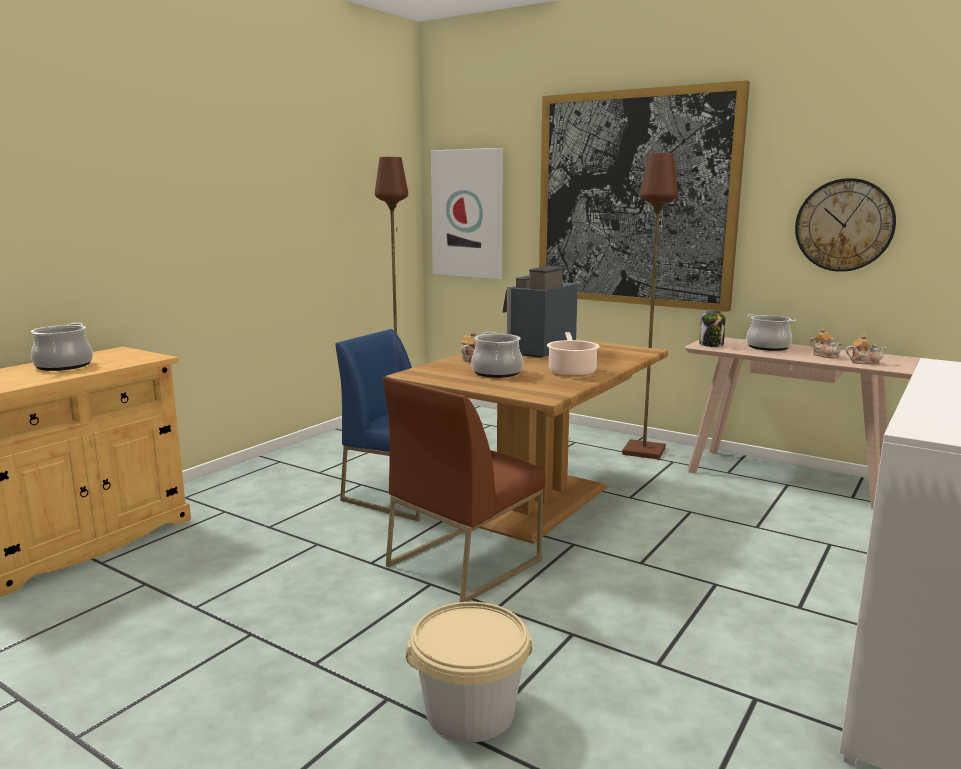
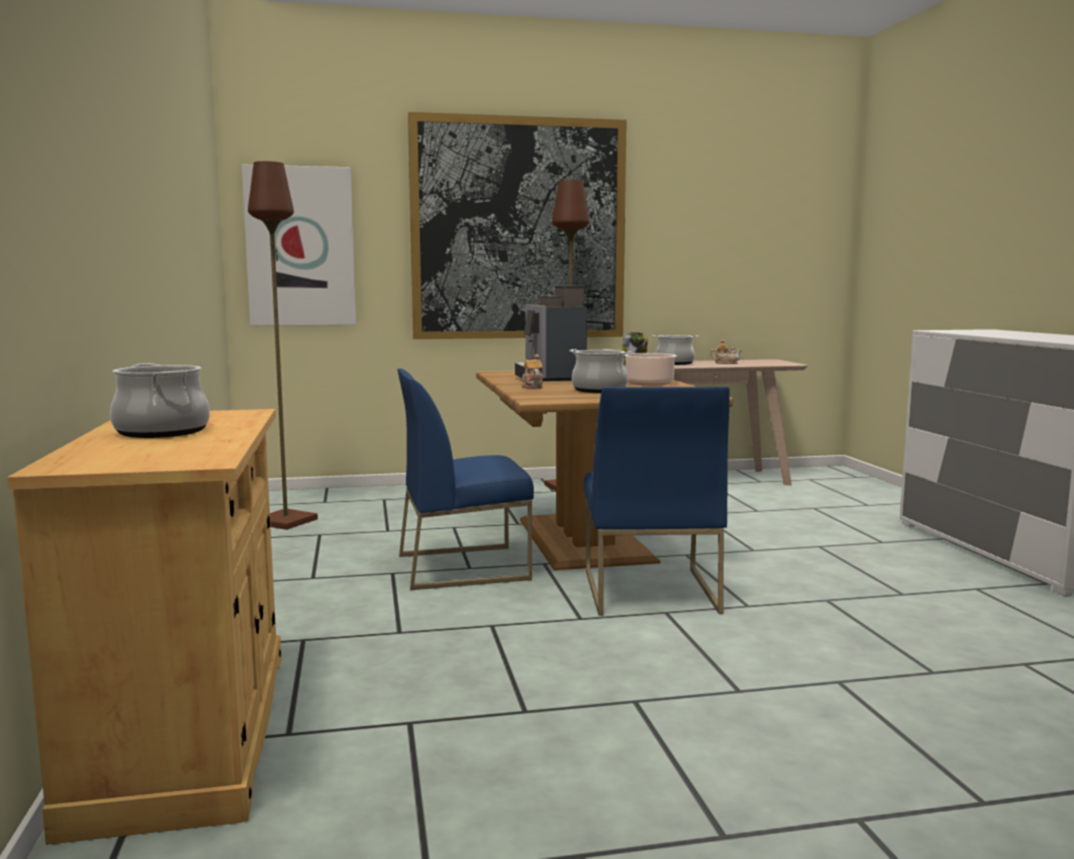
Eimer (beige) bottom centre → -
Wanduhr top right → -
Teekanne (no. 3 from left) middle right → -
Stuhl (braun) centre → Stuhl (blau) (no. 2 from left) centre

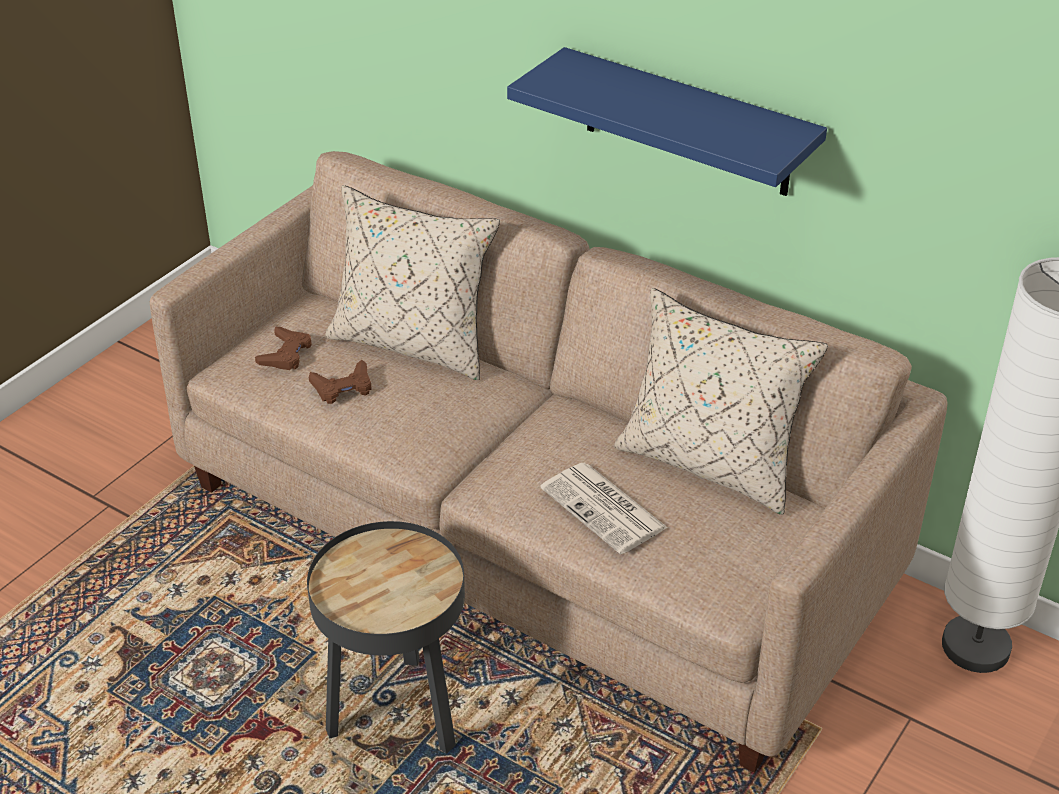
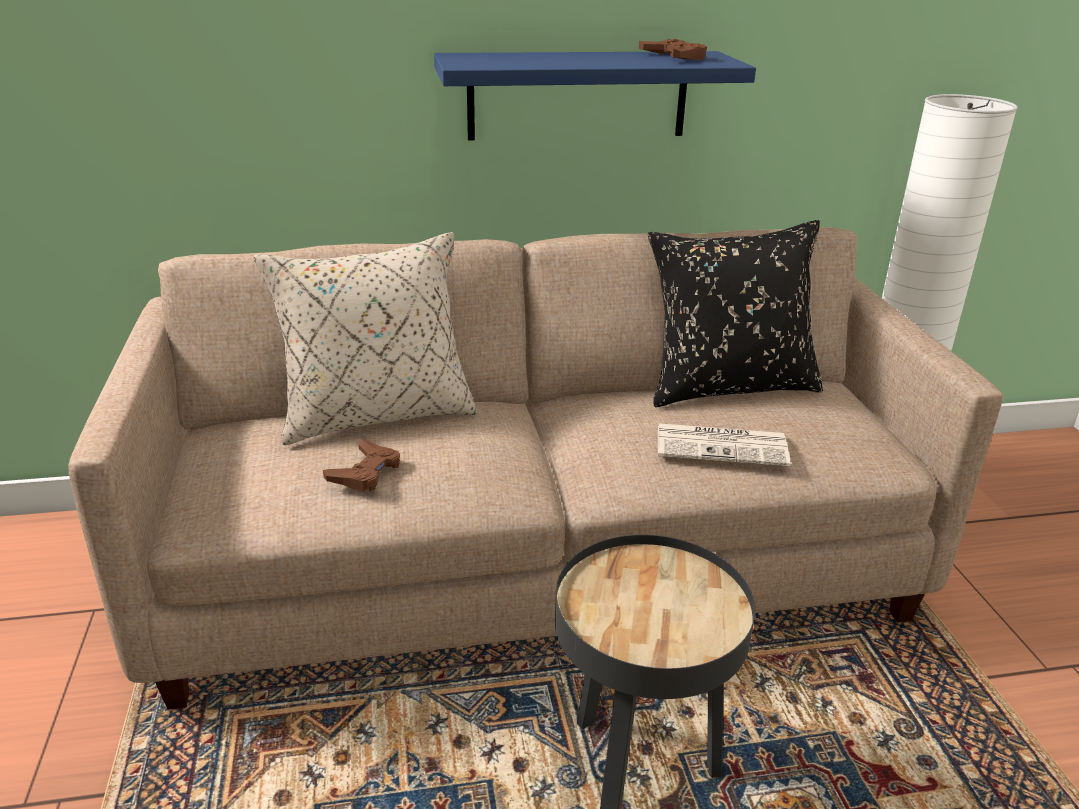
Gamepad (braun) (no. 1 from left in the first image) middle left → Gamepad (braun) (no. 2 from left) top centre, shifted
Kissen (beige) (no. 2 from left) middle right → Kissen (schwarz) middle right

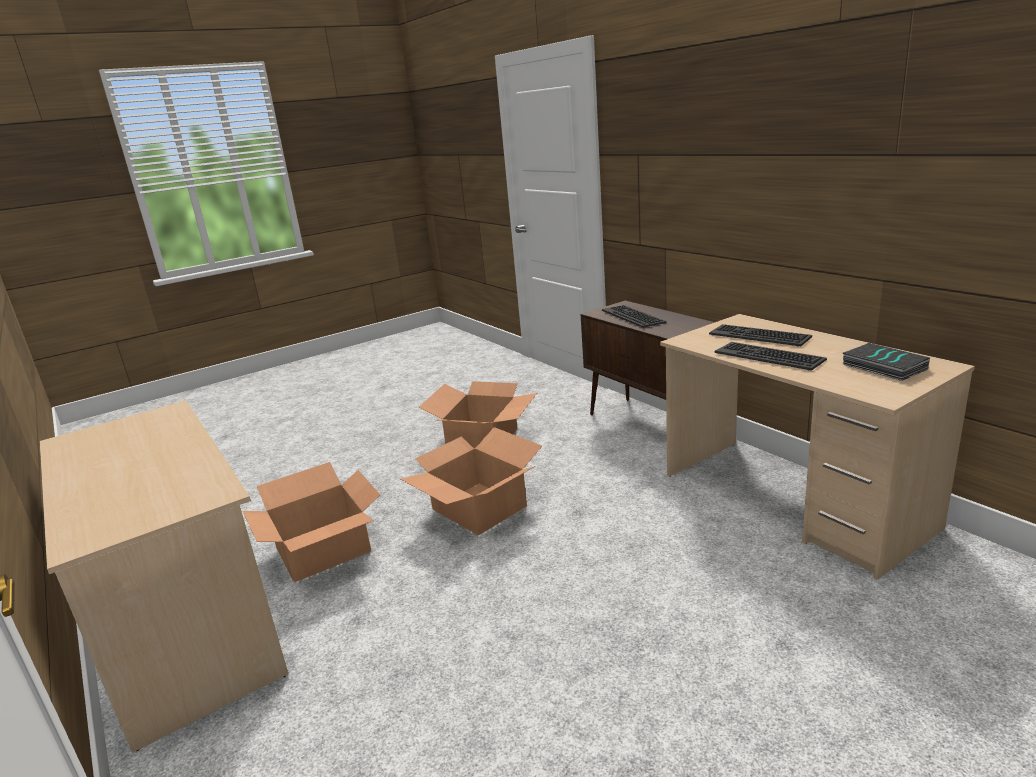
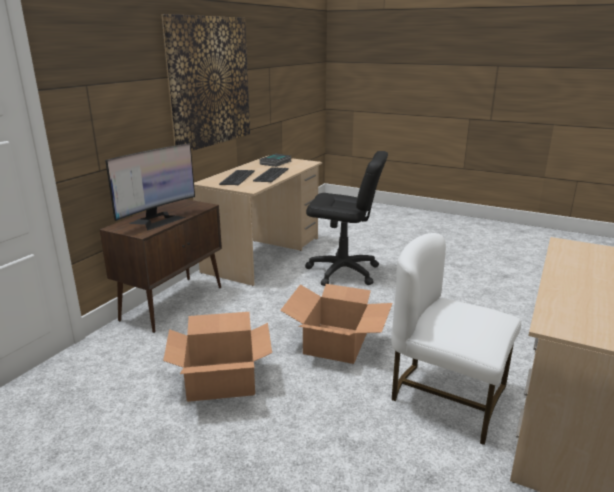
- → Bild top centre
- → Bürostuhl (schwarz) centre
Karton (no. 1 from left) bottom left → Stuhl (weiß) bottom right
Tastatur (no. 1 from left) centre → Monitor middle left

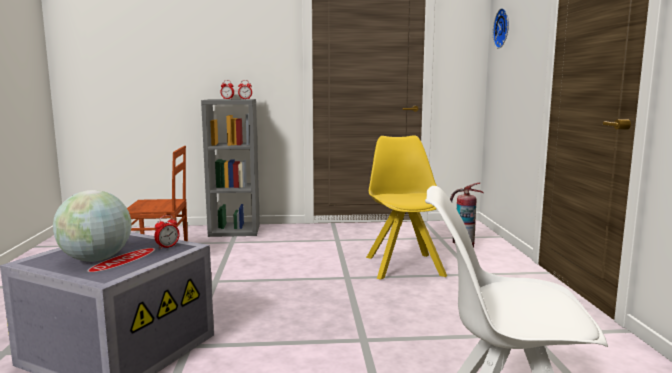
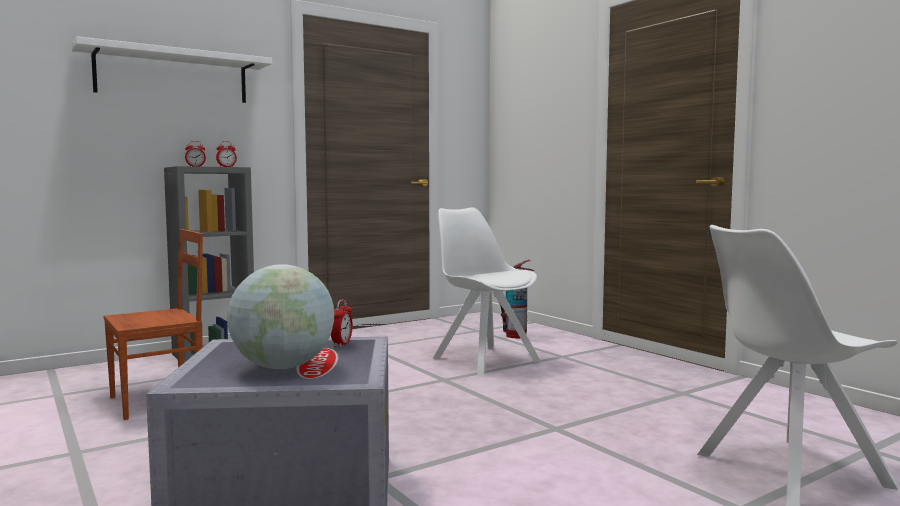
Wanduhr top right → -
- → Wandregal (weiß) top left
Stuhl (gelb) centre → Stuhl (weiß) (no. 1 from left) centre

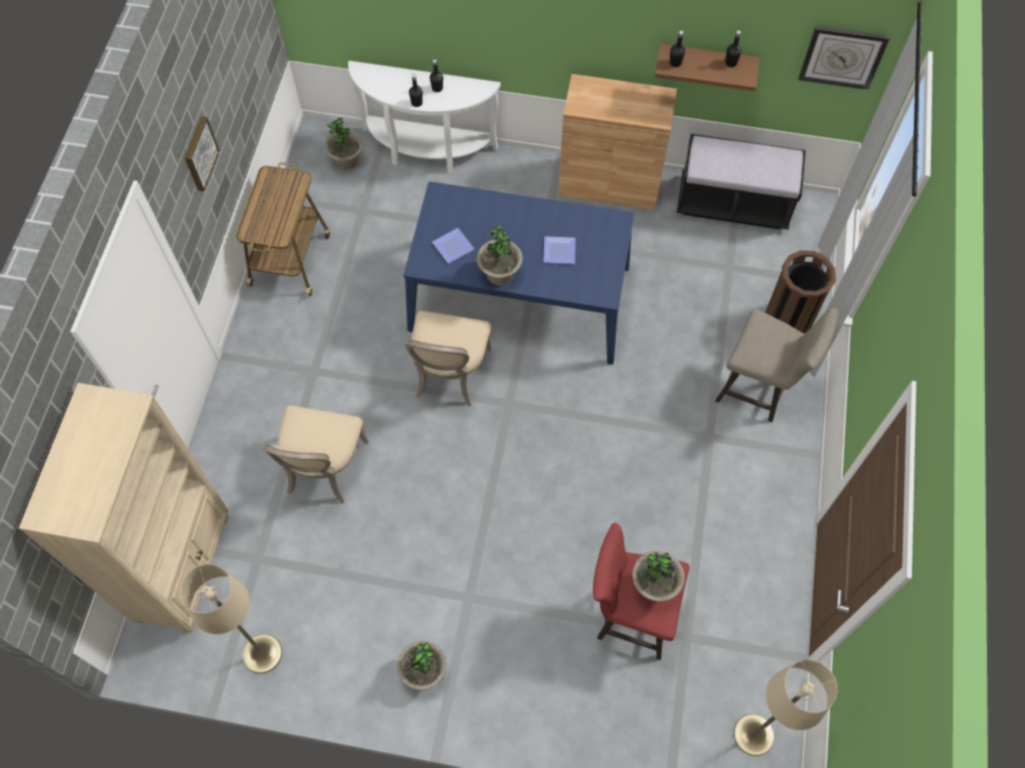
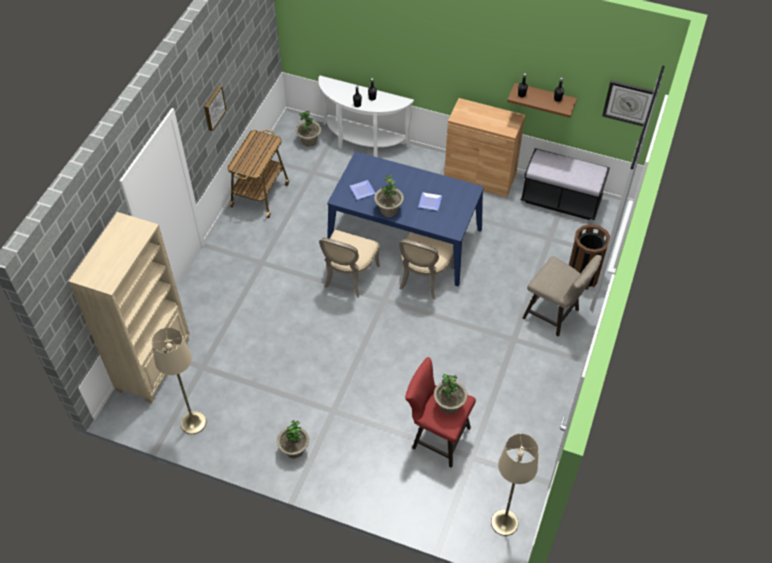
Stuhl (beige) (no. 1 from left in the first image) middle left → Stuhl (beige) (no. 2 from left) centre, shifted

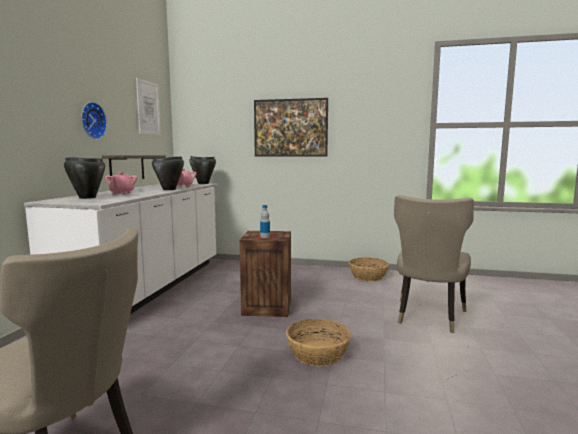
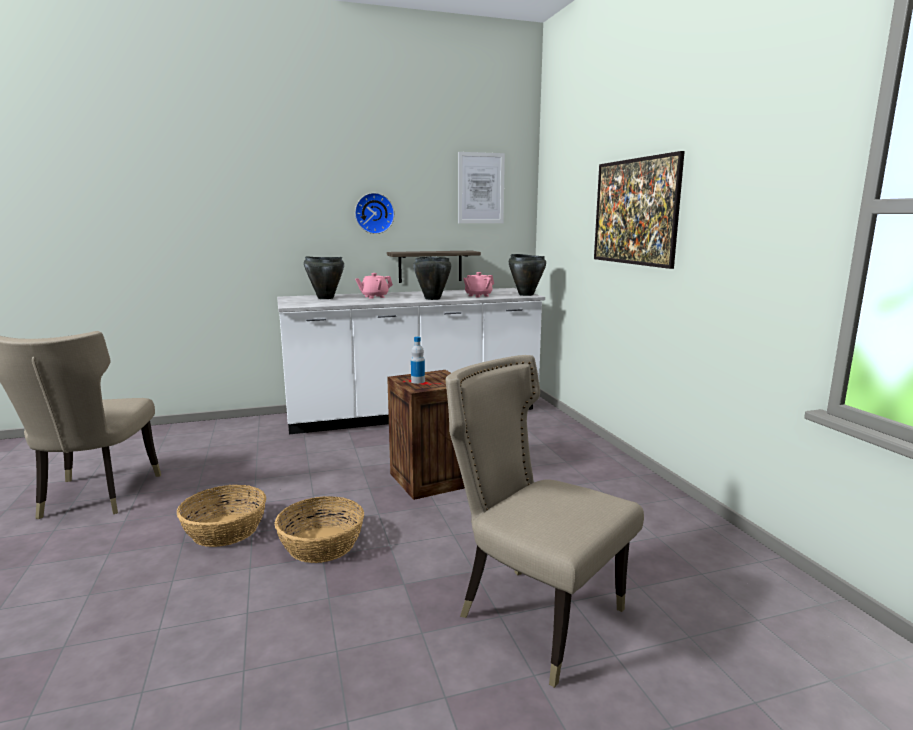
Korb (no. 2 from left in the first image) centre → Korb (no. 1 from left) bottom left, shifted
Stuhl (beige) (no. 2 from left) middle right → Stuhl (beige) (no. 2 from left) bottom centre, 45 degrees clockwise

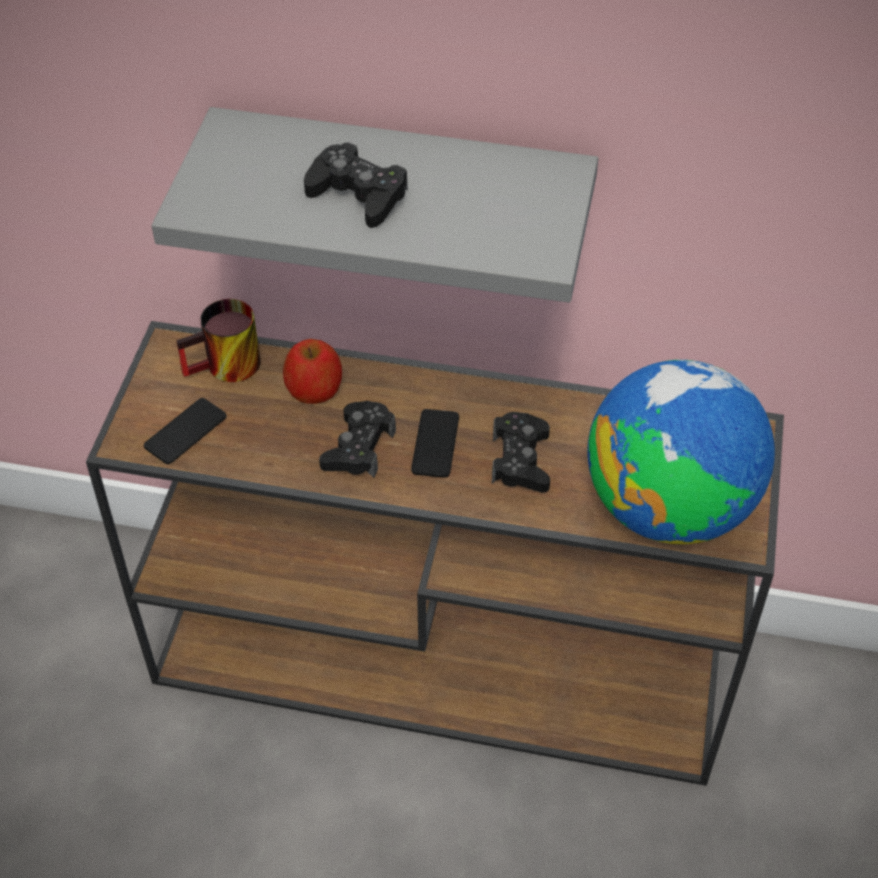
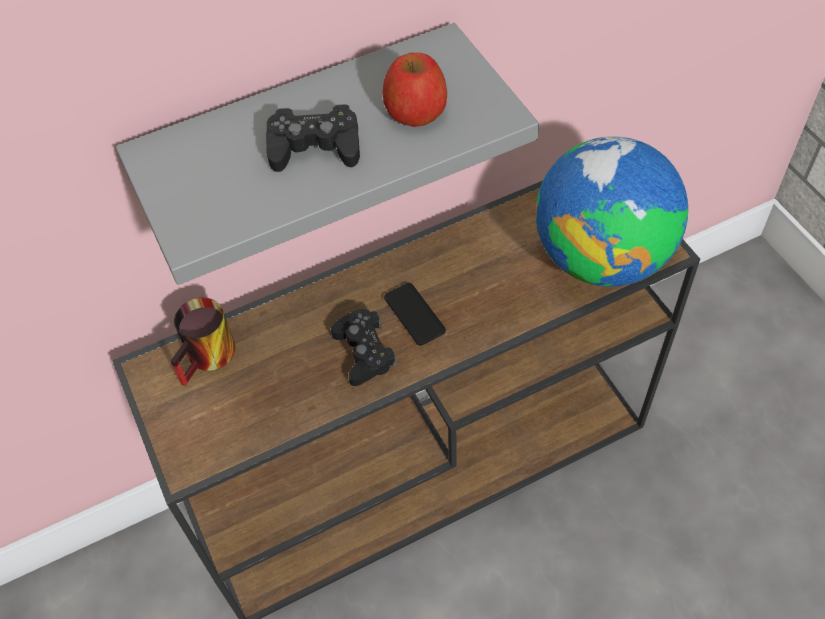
Handy (no. 1 from left) middle left → -
Gamepad (schwarz) (no. 3 from left) centre → -
Apfel centre → Apfel top centre, shifted

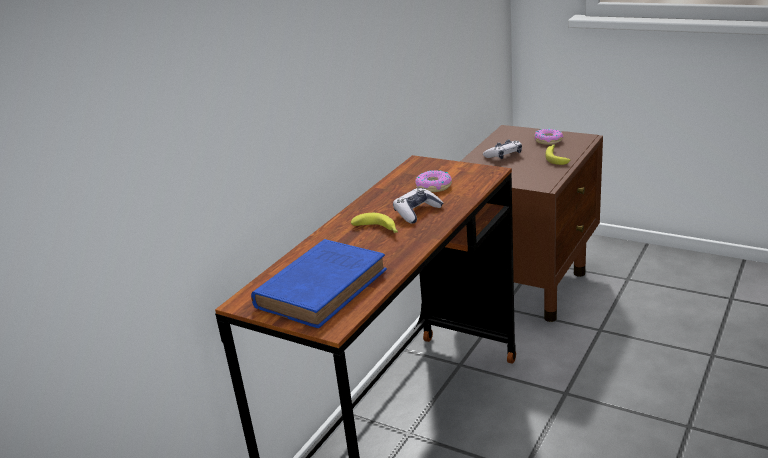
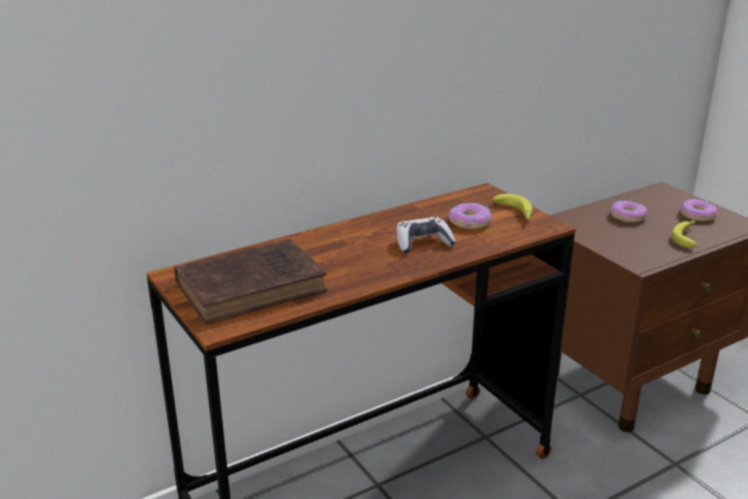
Banane (no. 1 from left) centre → Banane (no. 1 from left) middle right, shifted
Gamepad (no. 2 from left) top centre → Donut (no. 2 from left) middle right
Buch (blau) centre → Buch (braun) centre

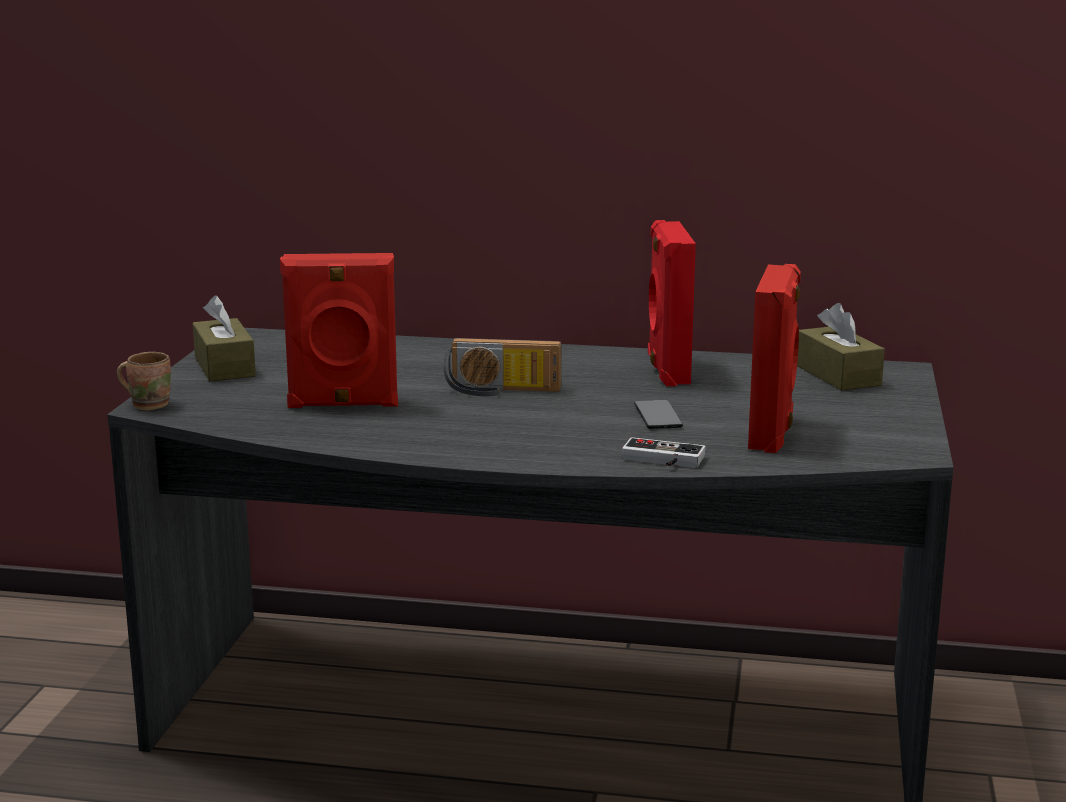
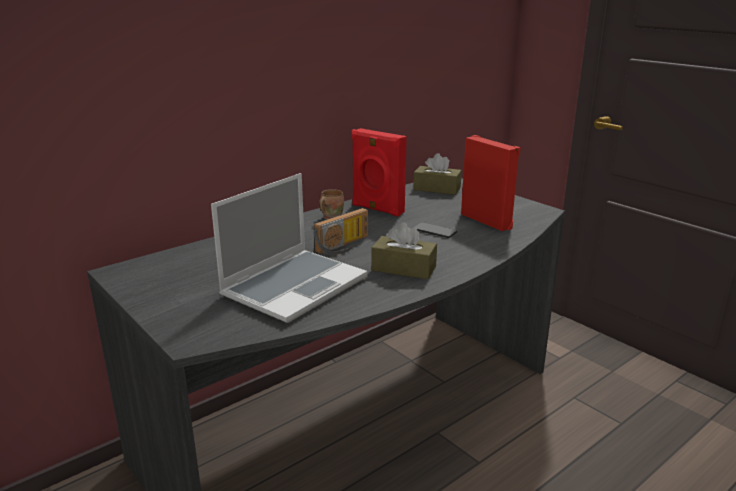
Gamepad centre → -
Henkelbecher (braun) middle left → Henkelbecher (braun) centre, shifted
Taschentuchbox (braun) (no. 1 from left) middle left → Taschentuchbox (braun) (no. 1 from left) centre, shifted
Lautsprecher (rot) (no. 1 from left) middle left → Laptop centre

